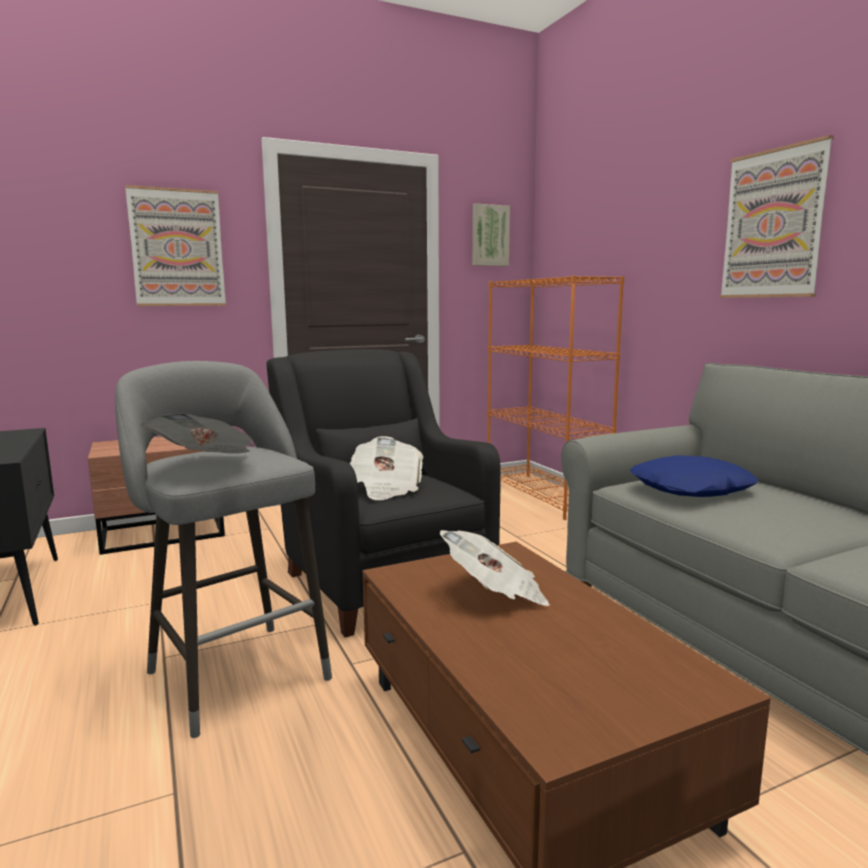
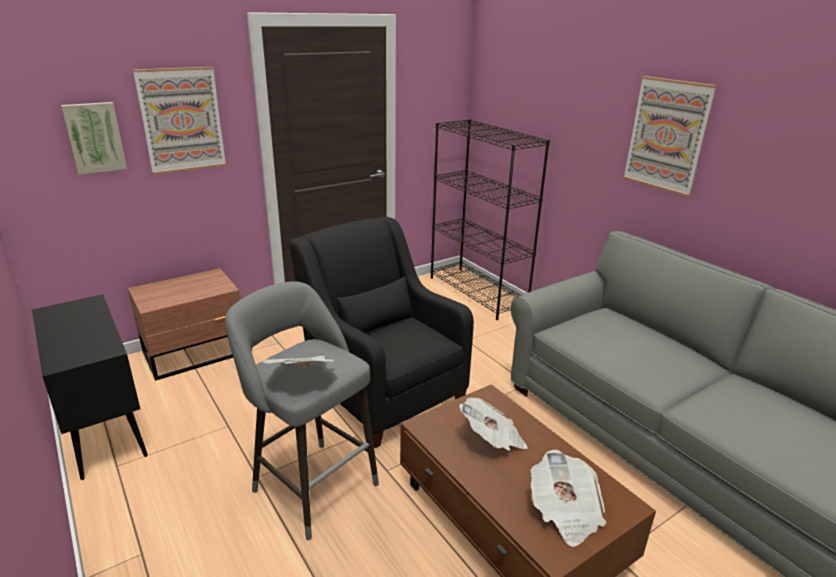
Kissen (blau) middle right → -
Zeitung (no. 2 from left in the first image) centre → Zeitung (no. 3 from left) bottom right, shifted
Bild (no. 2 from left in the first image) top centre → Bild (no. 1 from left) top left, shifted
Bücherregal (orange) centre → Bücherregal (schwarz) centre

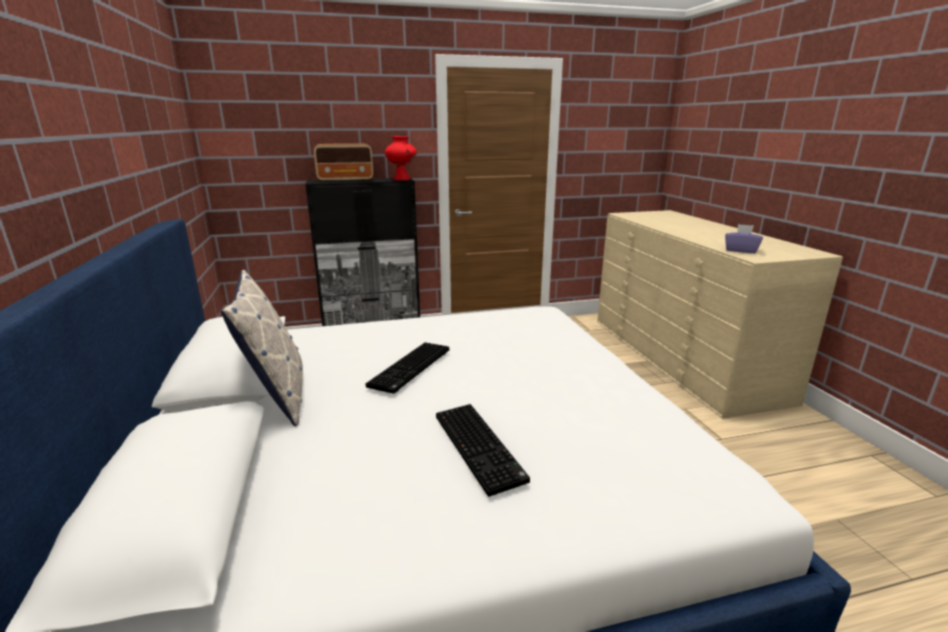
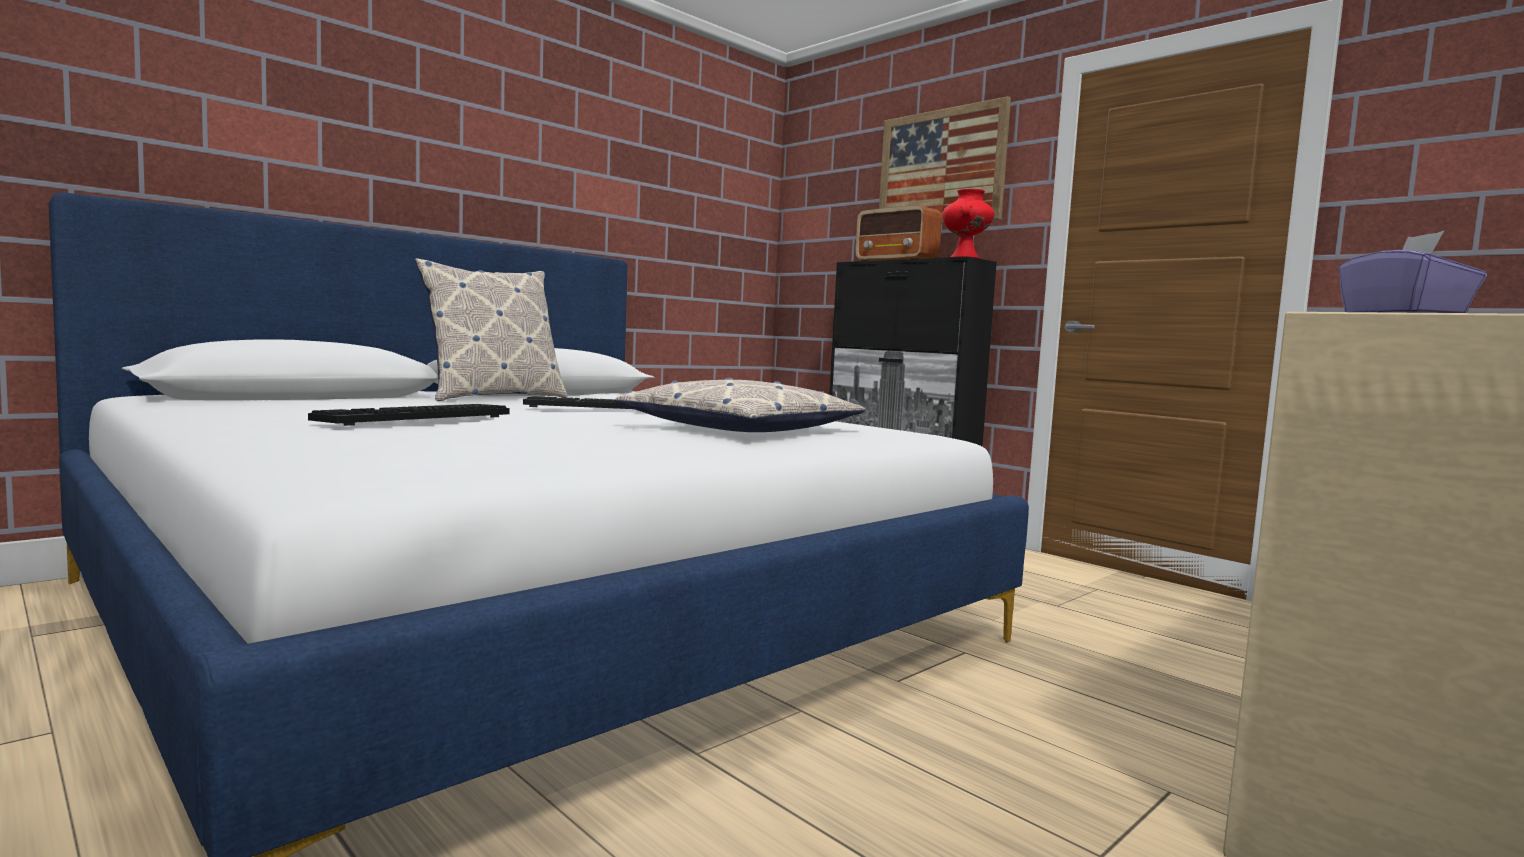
- → Kissen (no. 2 from left) centre
- → Bild top centre

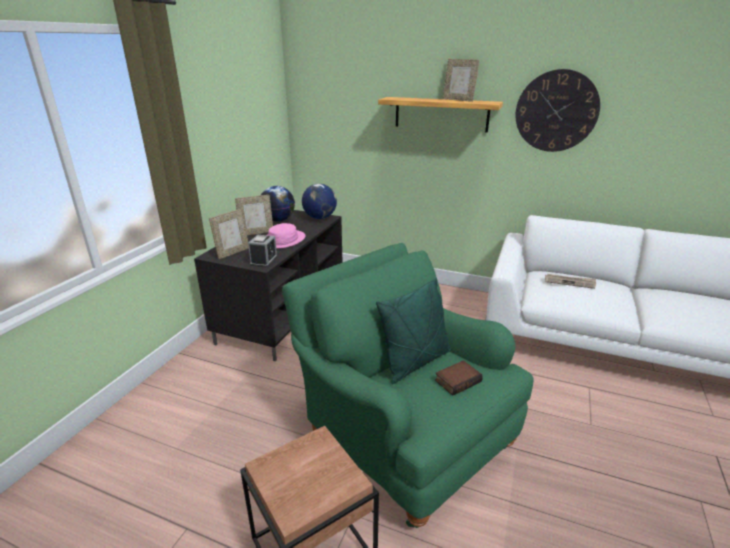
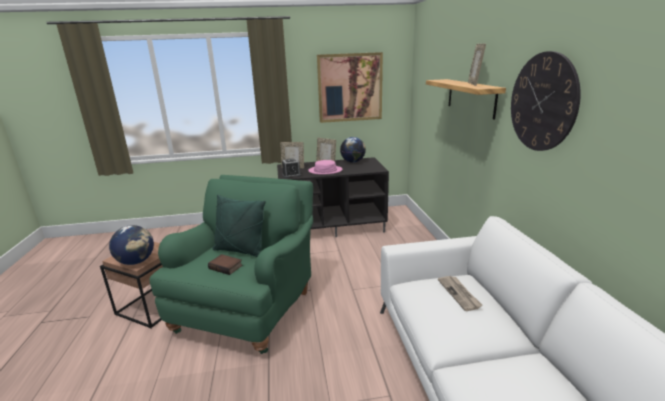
- → Bild top centre
Globus (no. 2 from left in the first image) centre → Globus (no. 1 from left) middle left, shifted

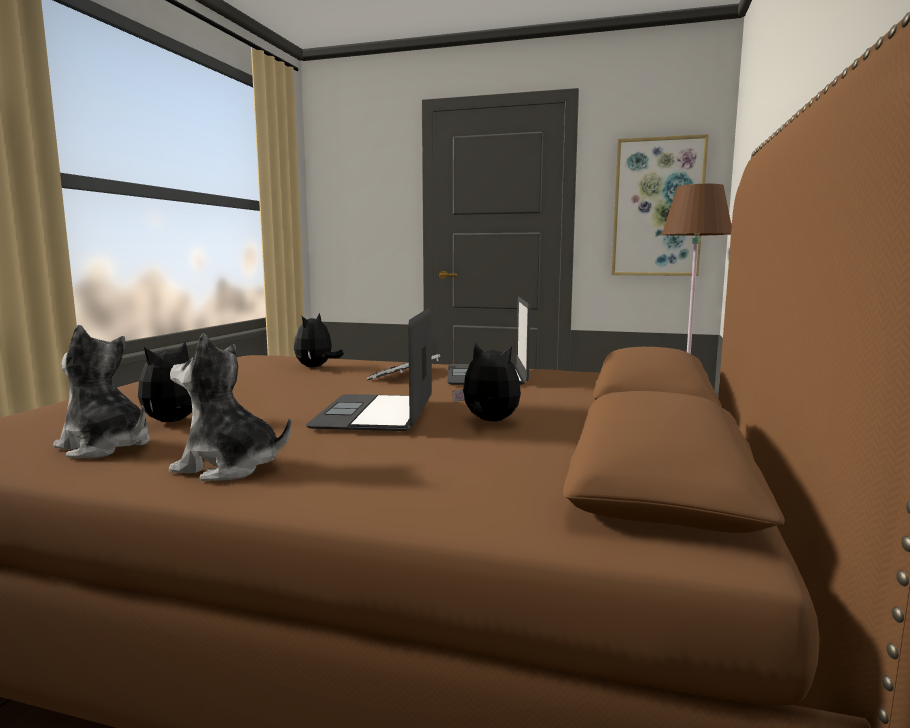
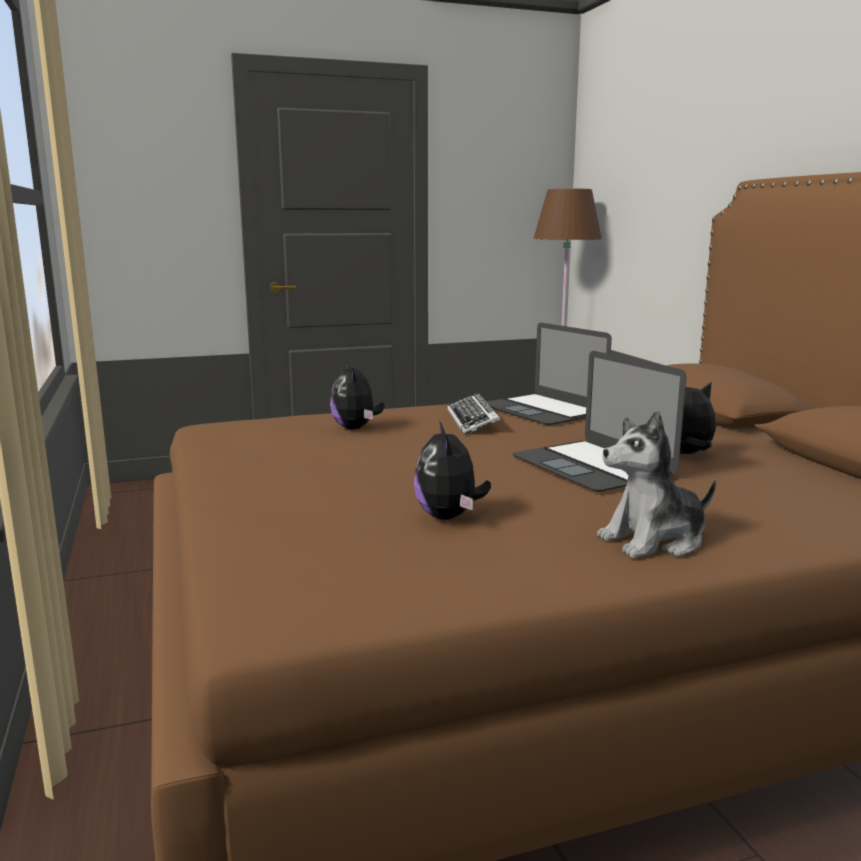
Plüschtier (no. 1 from left) middle left → -
Bild top right → -

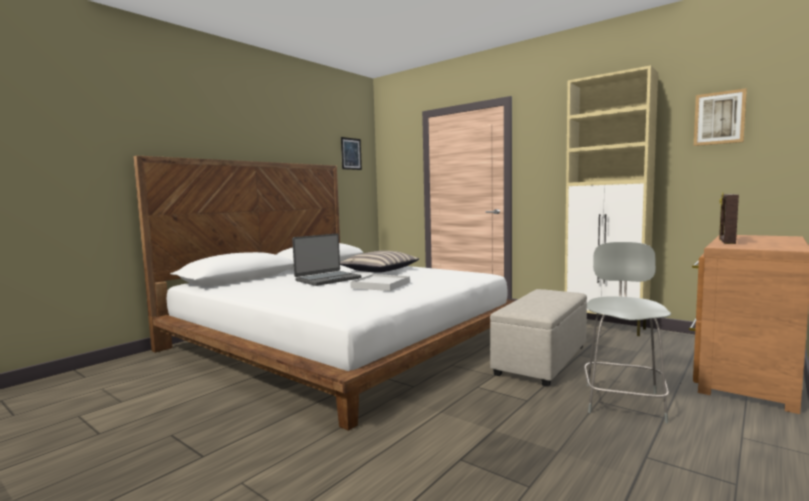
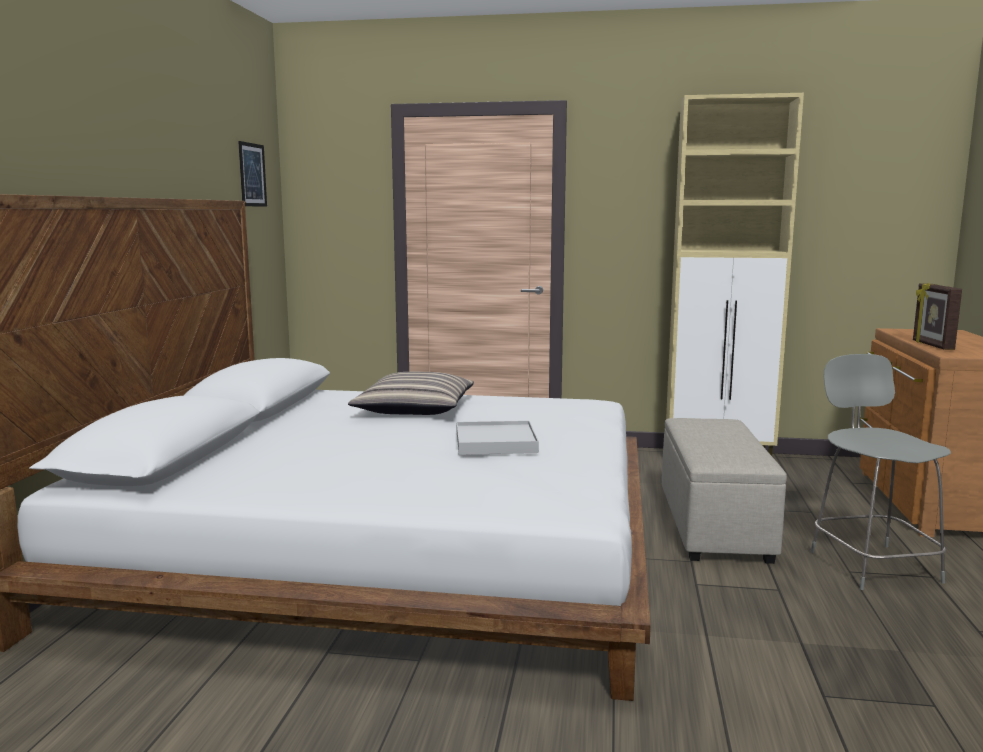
Laptop centre → -
Bild (no. 2 from left) top right → -

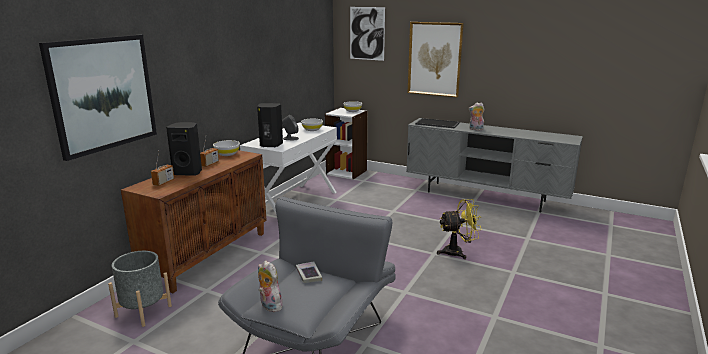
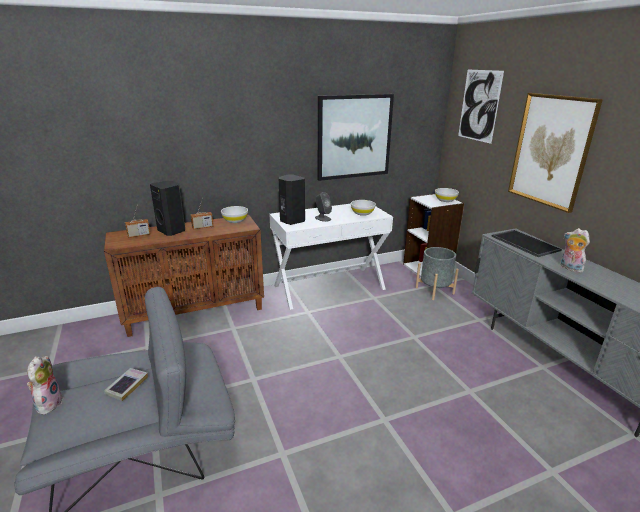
Ventilator (gelb) centre → -
Bild (no. 1 from left) top left → Bild (no. 1 from left) top centre, shifted
Pflanzkübel (grau) bottom left → Pflanzkübel (grau) middle right, shifted

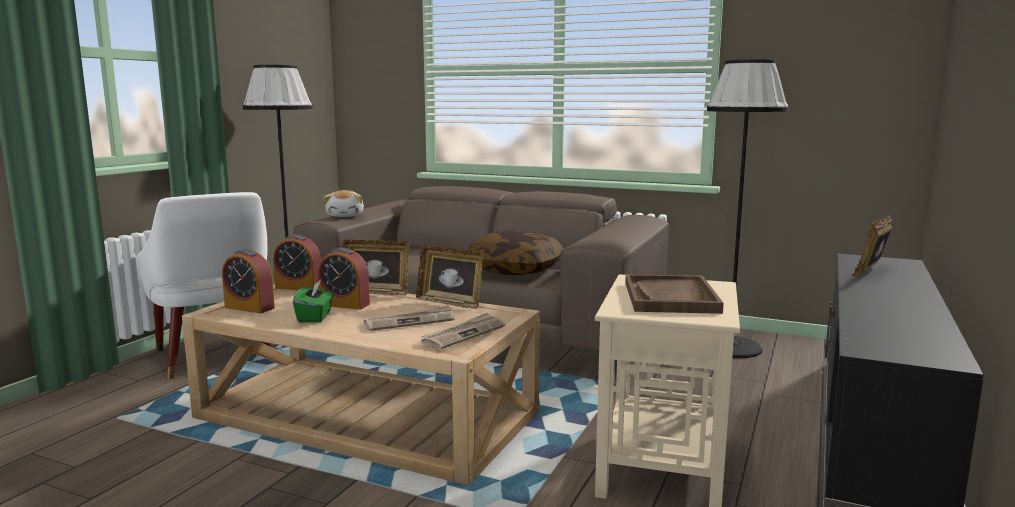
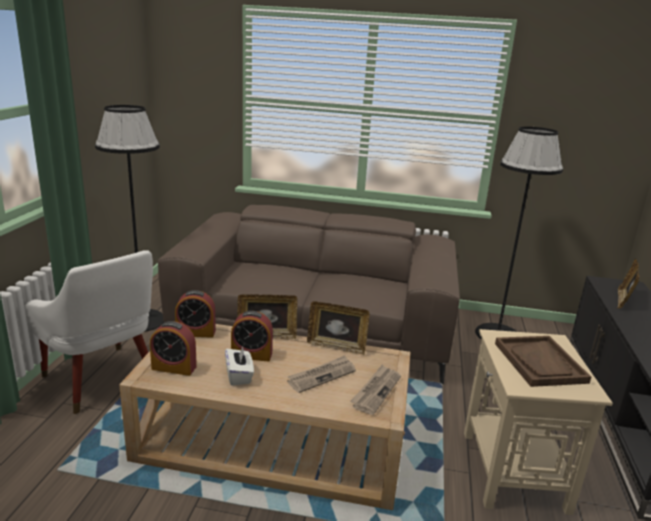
Plüschtier centre → -
Kissen centre → -
Taschentuchbox (grün) middle left → Taschentuchbox (weiß) bottom centre

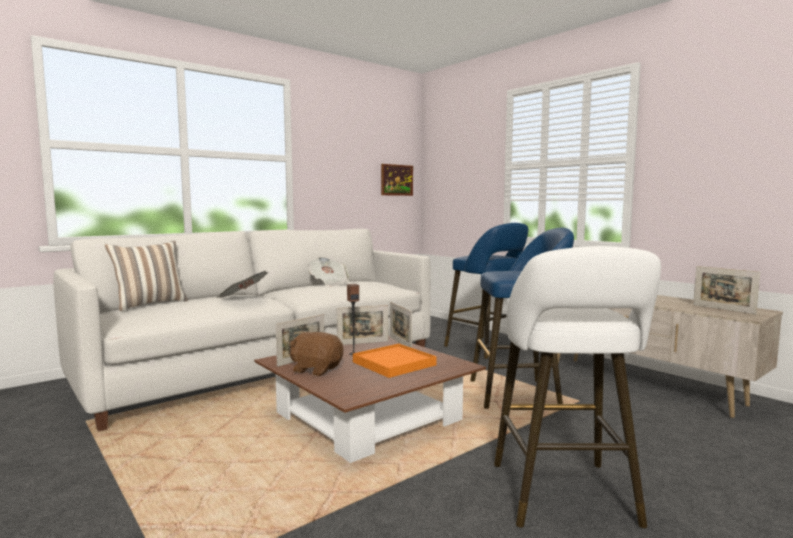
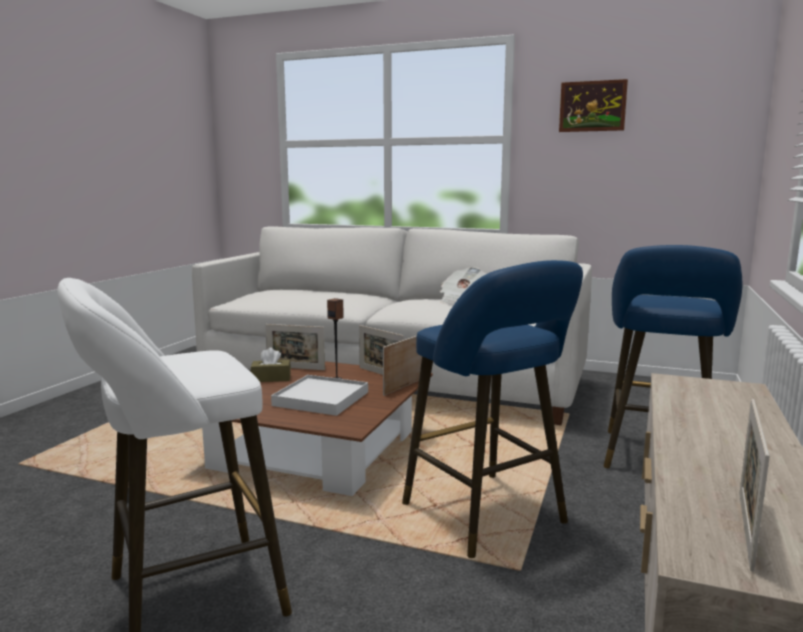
Kissen middle left → -
Zeitung (no. 1 from left) middle left → -
Bild centre → Bild top right, shifted
Plüschtier (braun) centre → Taschentuchbox (braun) centre
Tablett (orange) bottom centre → Tablett (weiß) centre

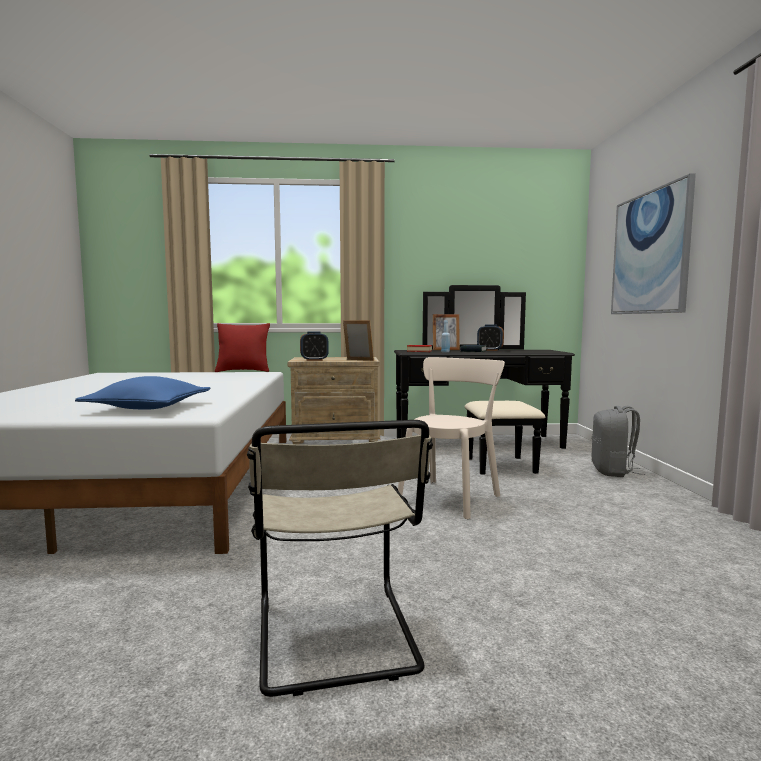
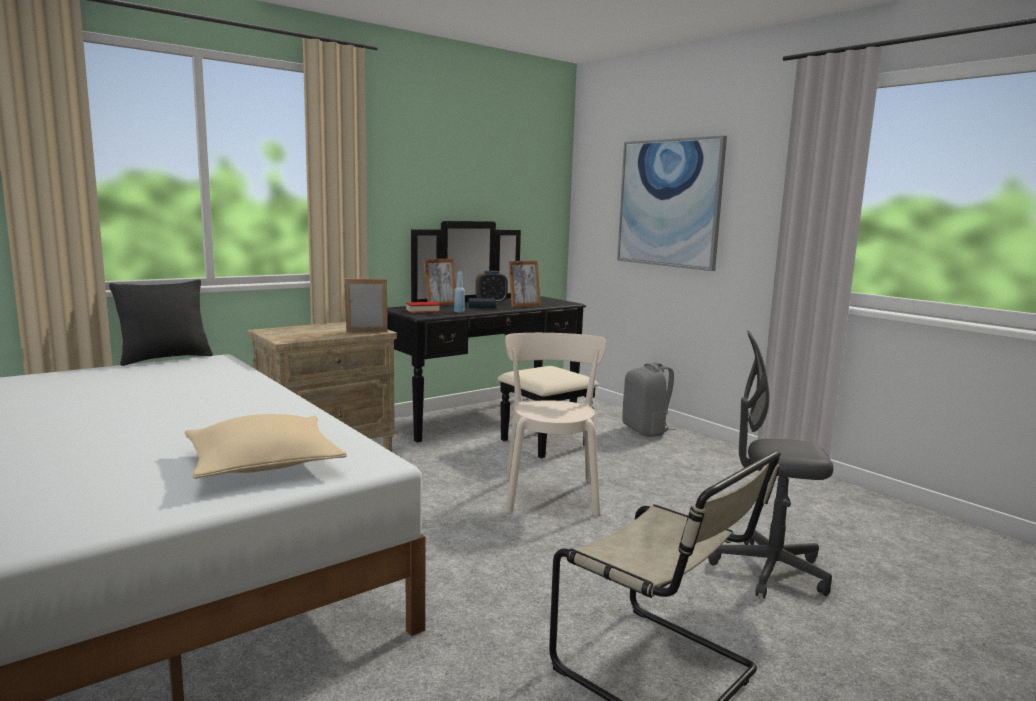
Wecker (no. 1 from left) centre → -
- → Bilderrahmen (no. 3 from left) centre
- → Bürostuhl (grau) middle right
Kissen (blau) middle left → Kissen (beige) middle left
Kissen (rot) middle left → Kissen (schwarz) middle left

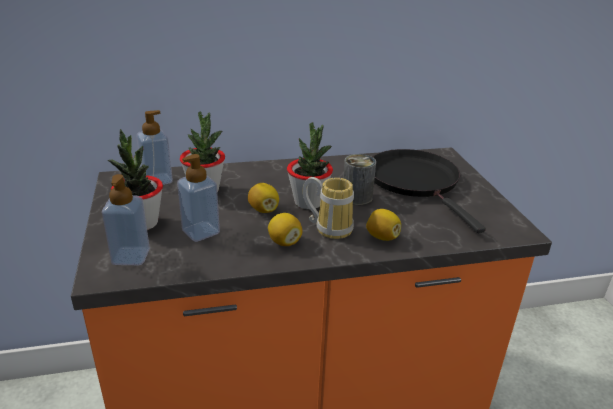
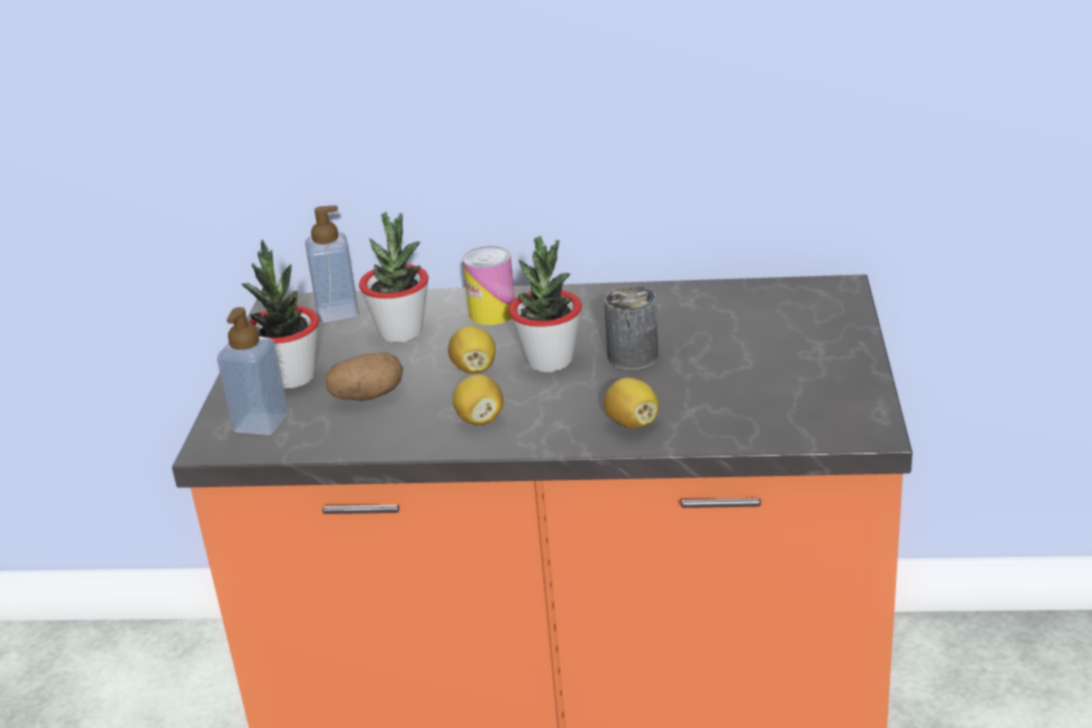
Henkelbecher centre → -
Pfanne (schwarz) middle right → -
- → Dose (no. 1 from left) centre
Seifenspender (no. 3 from left) middle left → Kartoffel centre

